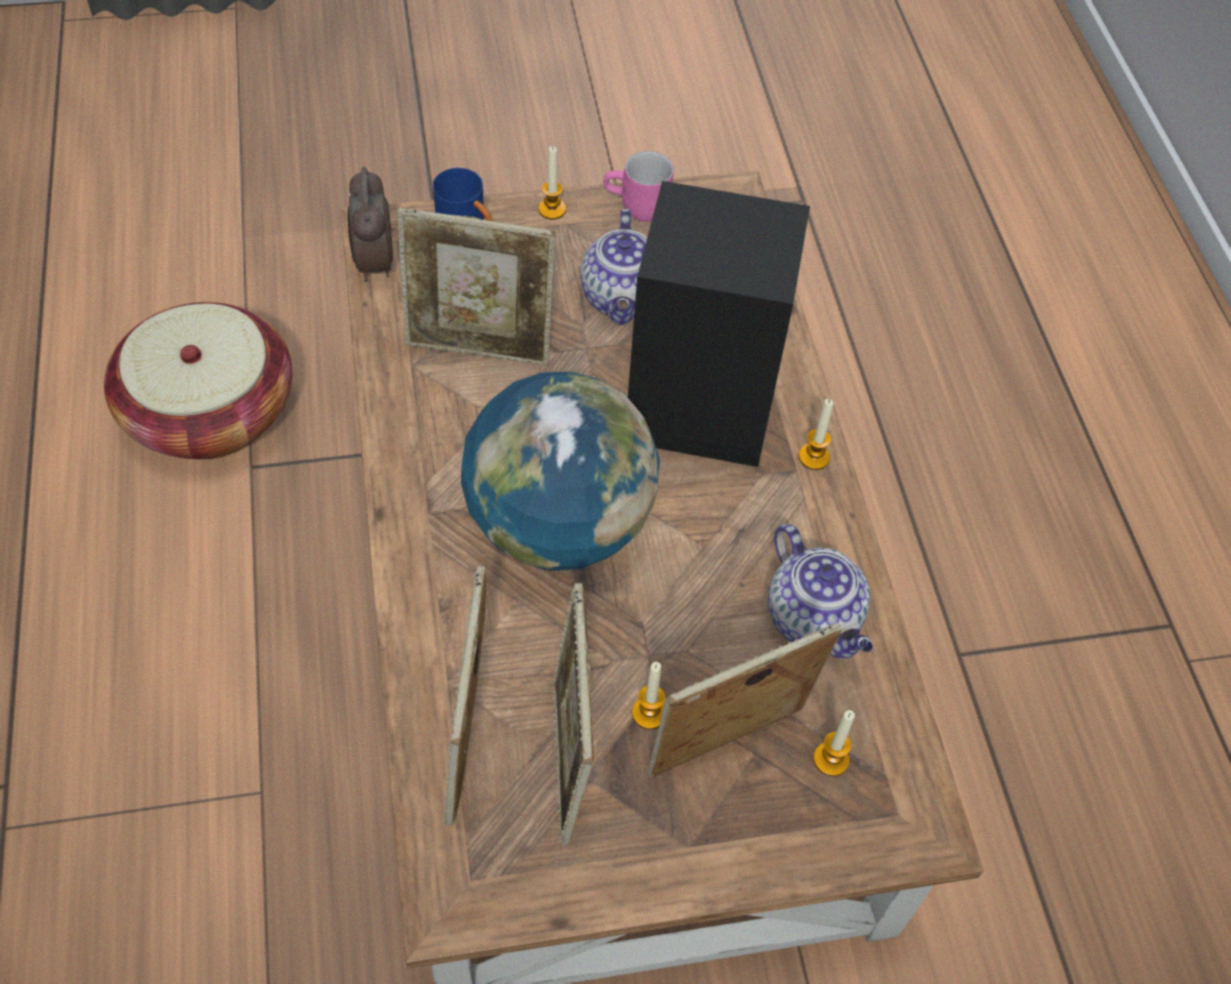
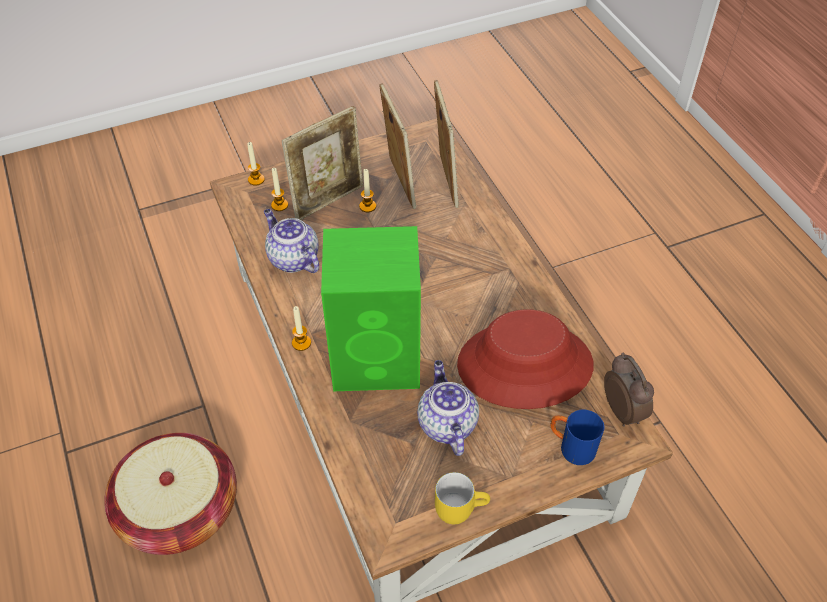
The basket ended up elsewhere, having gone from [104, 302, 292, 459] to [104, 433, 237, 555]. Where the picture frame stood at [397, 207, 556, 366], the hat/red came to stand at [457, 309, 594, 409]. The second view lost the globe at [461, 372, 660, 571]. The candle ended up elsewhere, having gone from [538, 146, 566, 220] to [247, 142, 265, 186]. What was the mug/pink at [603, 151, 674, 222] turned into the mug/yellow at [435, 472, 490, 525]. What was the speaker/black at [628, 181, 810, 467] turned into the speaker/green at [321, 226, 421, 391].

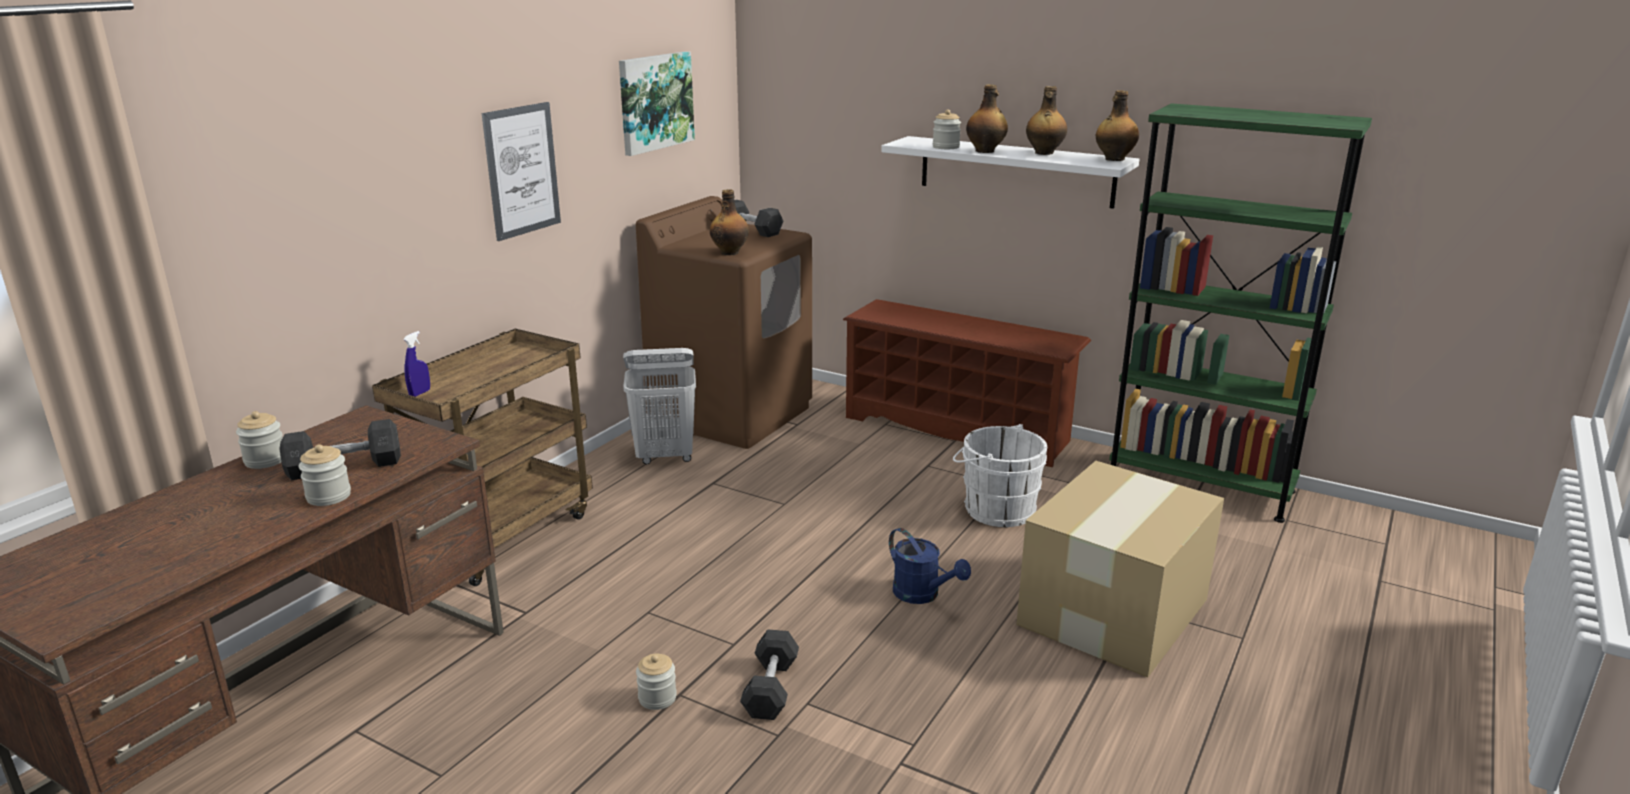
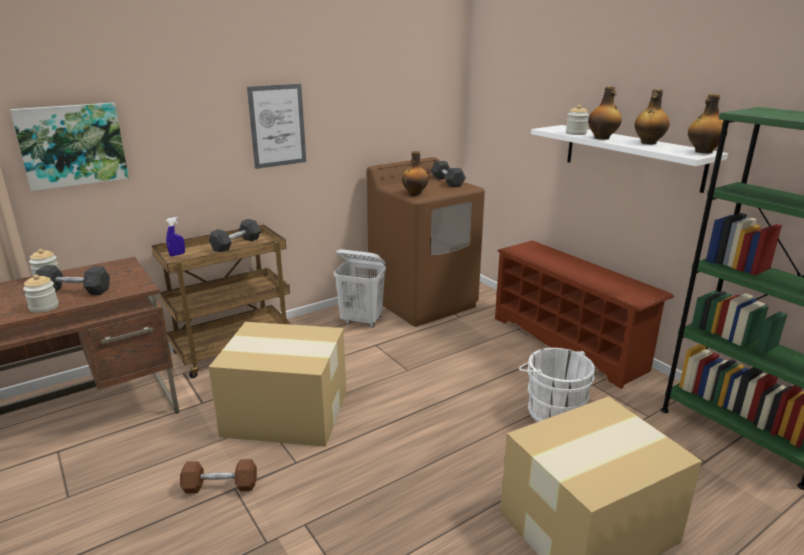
The picture ended up elsewhere, having gone from [619, 51, 695, 156] to [10, 103, 129, 191]. Where the jar stood at [636, 654, 677, 710], the dumbbell/brown came to stand at [180, 459, 257, 494]. The dumbbell/grey ended up elsewhere, having gone from [740, 629, 799, 720] to [209, 219, 261, 252]. The second view lost the watering can/blue at [889, 528, 971, 604]. The second view gained the cardboard box at [209, 322, 346, 447].

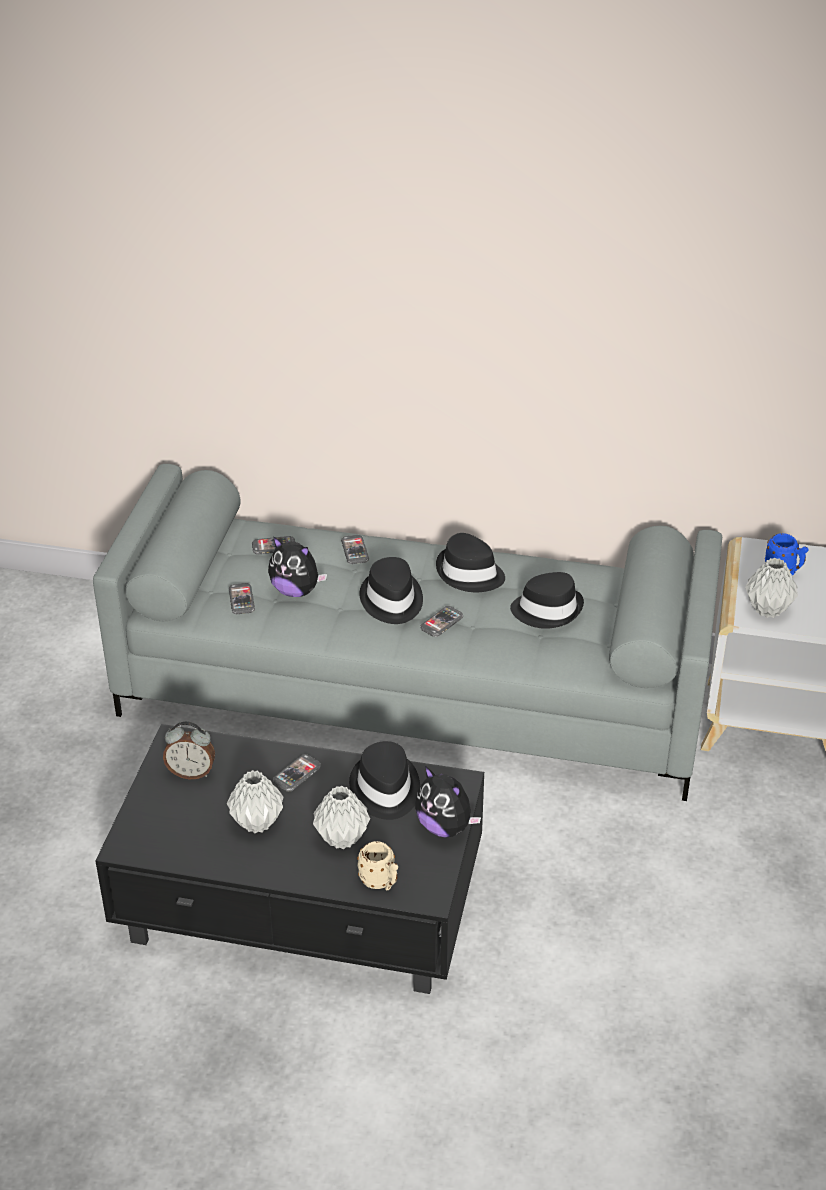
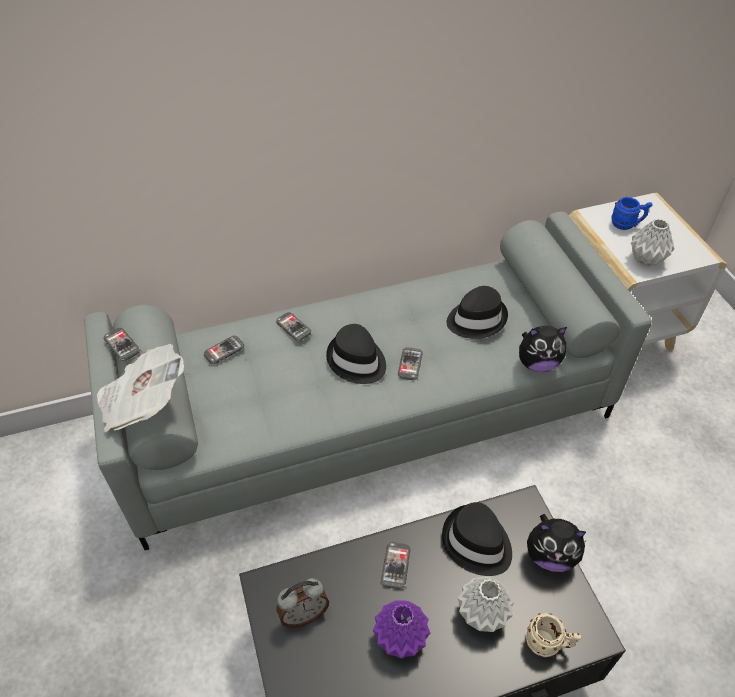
What was the vase/grey at [227, 770, 283, 833] turned into the vase/purple at [373, 600, 430, 658]. The phone ended up elsewhere, having gone from [229, 583, 255, 614] to [103, 328, 140, 361]. The plush toy ended up elsewhere, having gone from [268, 536, 327, 597] to [519, 325, 567, 372]. The second view lost the hat/black at [436, 533, 505, 592]. The second view gained the newspaper at [97, 344, 184, 432].

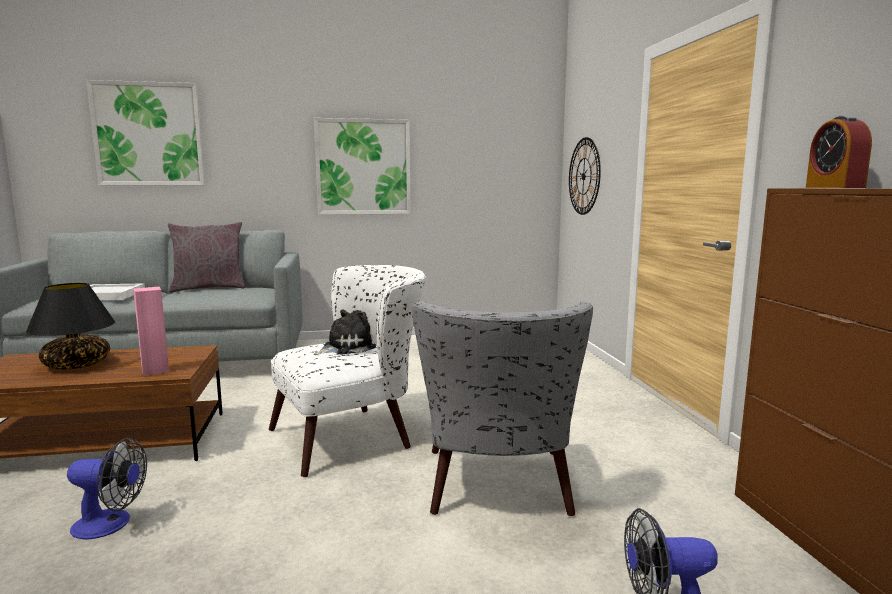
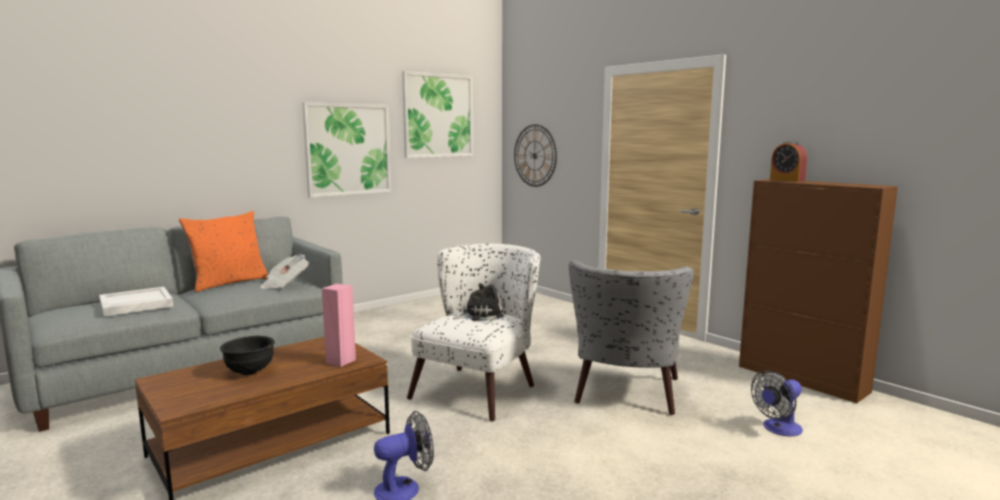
Where the table lamp/black stood at [26, 283, 115, 369], the bowl/black came to stand at [220, 336, 275, 375]. The picture ended up elsewhere, having gone from [86, 80, 205, 185] to [402, 71, 473, 158]. What was the pillow/grey at [168, 222, 245, 292] turned into the pillow/orange at [179, 211, 268, 292]. The plush toy at [314, 310, 376, 355] ended up facing another way, 45 degrees clockwise from before. The armchair/grey at [412, 301, 593, 516] ended up facing another way, 45 degrees clockwise from before. The second view gained the newspaper at [260, 255, 309, 289].

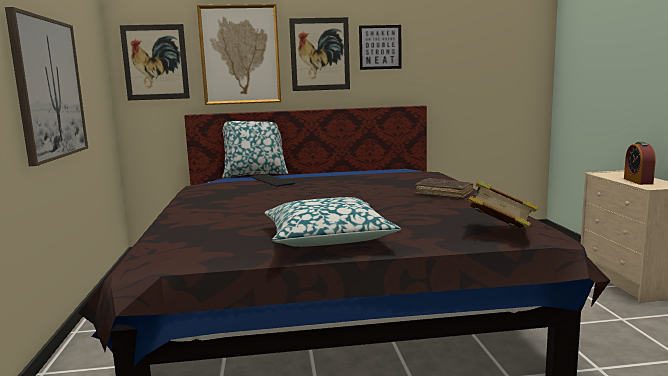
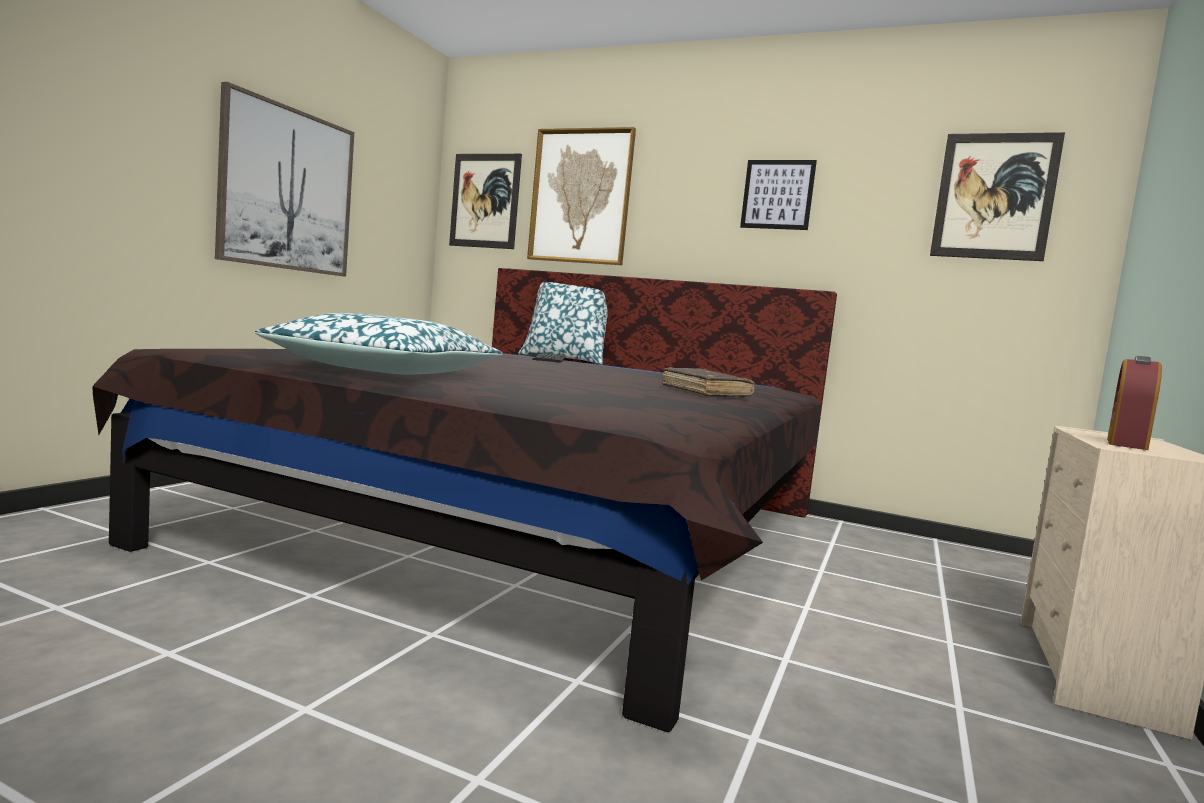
The picture ended up elsewhere, having gone from [289, 17, 350, 91] to [930, 132, 1065, 261]. The second view lost the book at [465, 180, 538, 229].

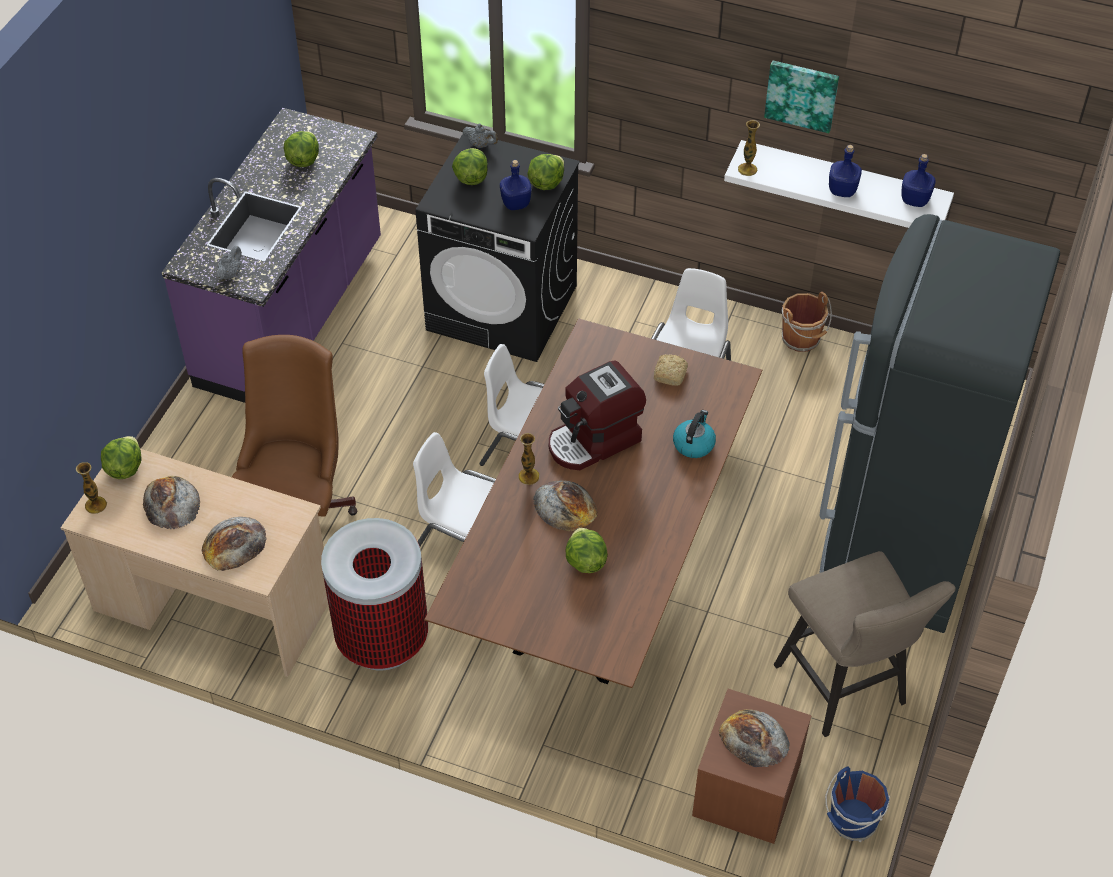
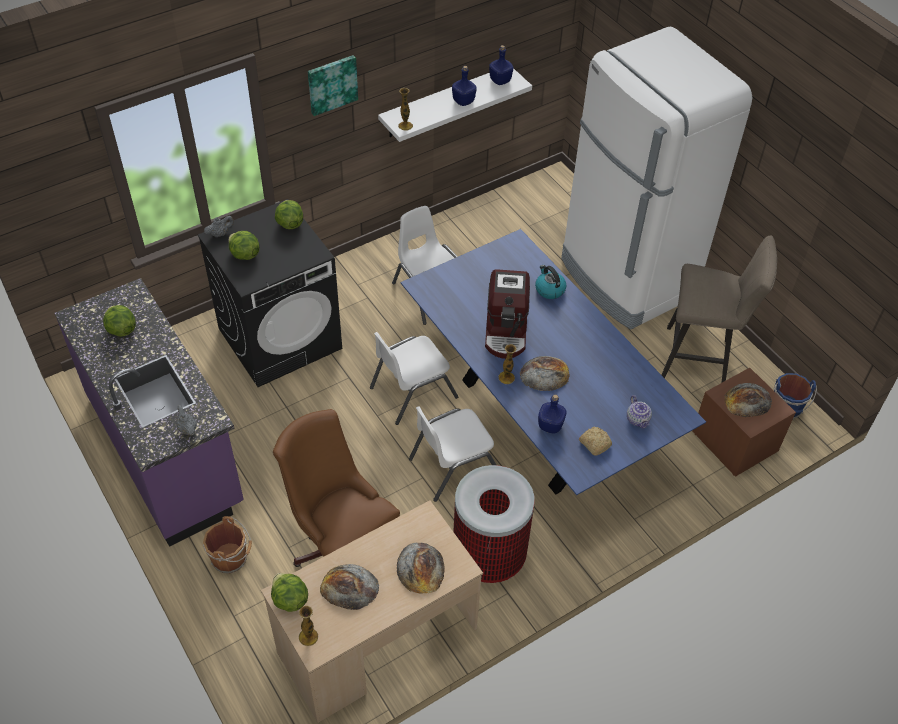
What was the dining table/brown at [424, 318, 762, 688] turned into the dining table/blue at [400, 229, 706, 495]. The bottle/blue ended up elsewhere, having gone from [500, 160, 532, 210] to [538, 394, 567, 434]. The second view lost the lettuce at [565, 527, 608, 573]. The bread ended up elsewhere, having gone from [654, 354, 688, 386] to [579, 427, 612, 456]. The picture ended up elsewhere, having gone from [764, 60, 839, 133] to [308, 55, 358, 116]. The bucket/brown ended up elsewhere, having gone from [782, 292, 832, 352] to [203, 516, 252, 574]. What was the fridge/black at [819, 214, 1060, 633] turned into the fridge/white at [561, 27, 752, 330]. The second view gained the teapot at [627, 395, 652, 429].

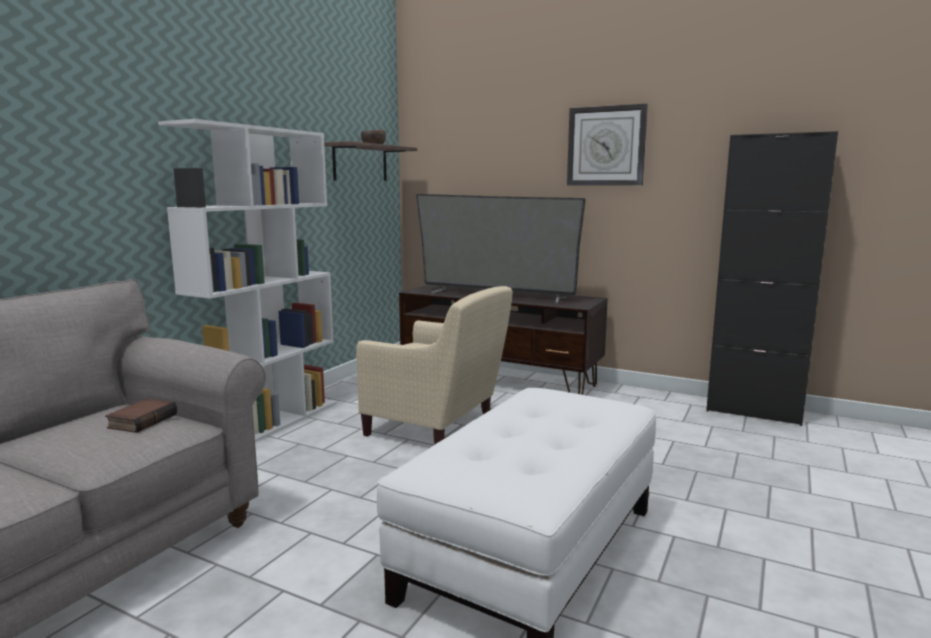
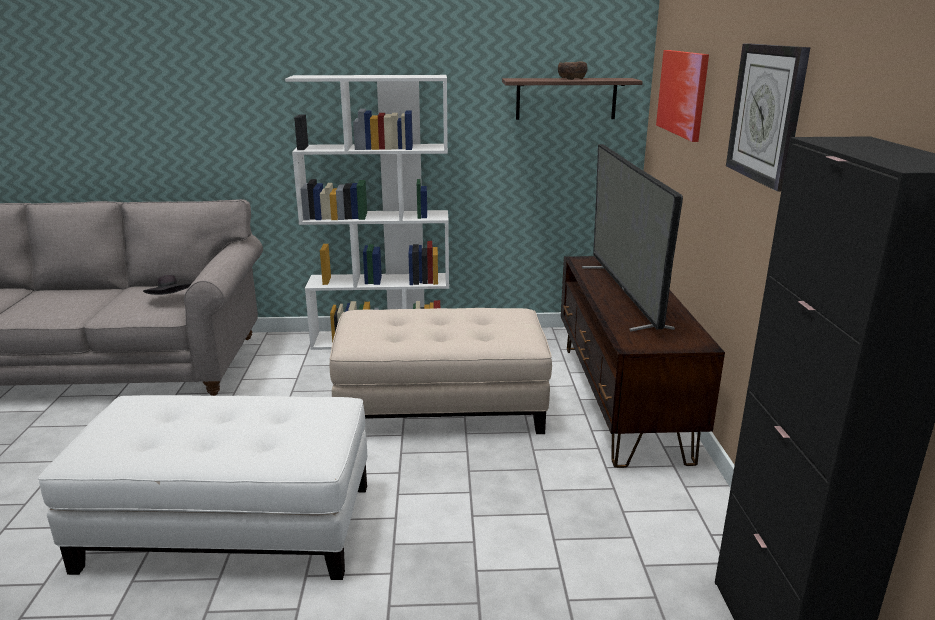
Where the book stood at [105, 399, 177, 433], the hat/black came to stand at [143, 275, 191, 295]. Where the armchair/beige stood at [356, 286, 513, 444], the ottoman/beige came to stand at [330, 308, 552, 434]. The second view gained the picture at [656, 50, 709, 142].

